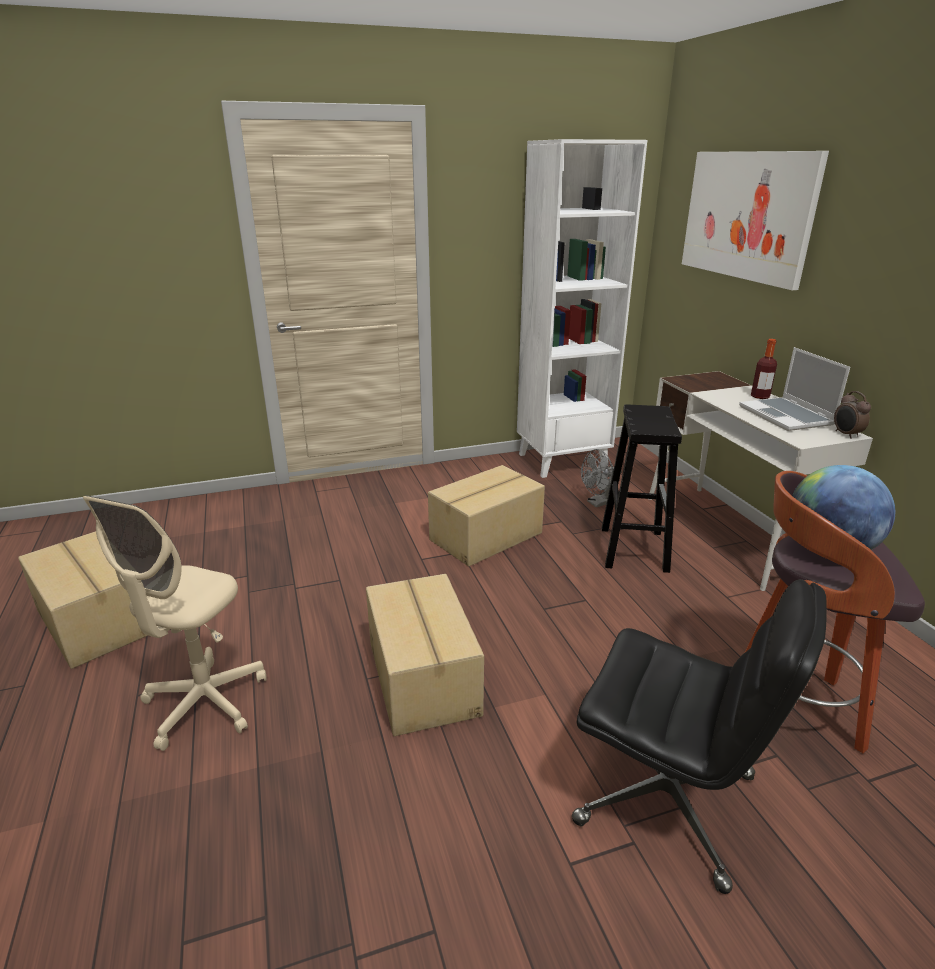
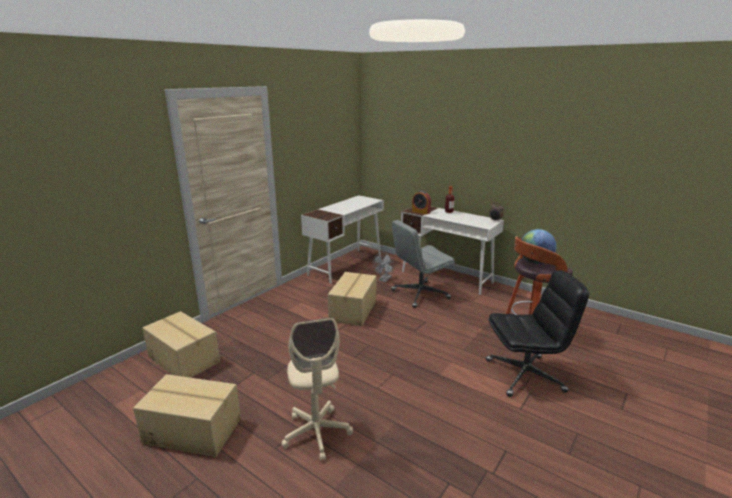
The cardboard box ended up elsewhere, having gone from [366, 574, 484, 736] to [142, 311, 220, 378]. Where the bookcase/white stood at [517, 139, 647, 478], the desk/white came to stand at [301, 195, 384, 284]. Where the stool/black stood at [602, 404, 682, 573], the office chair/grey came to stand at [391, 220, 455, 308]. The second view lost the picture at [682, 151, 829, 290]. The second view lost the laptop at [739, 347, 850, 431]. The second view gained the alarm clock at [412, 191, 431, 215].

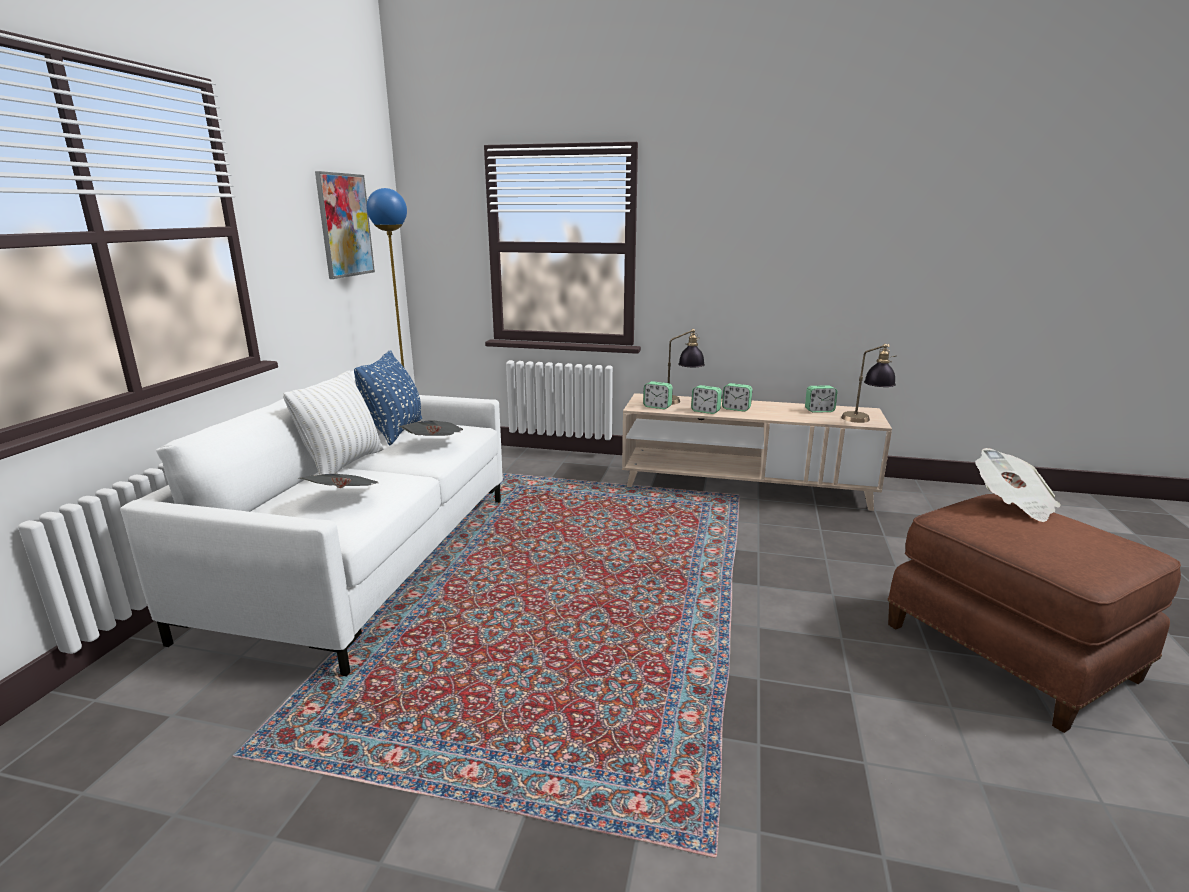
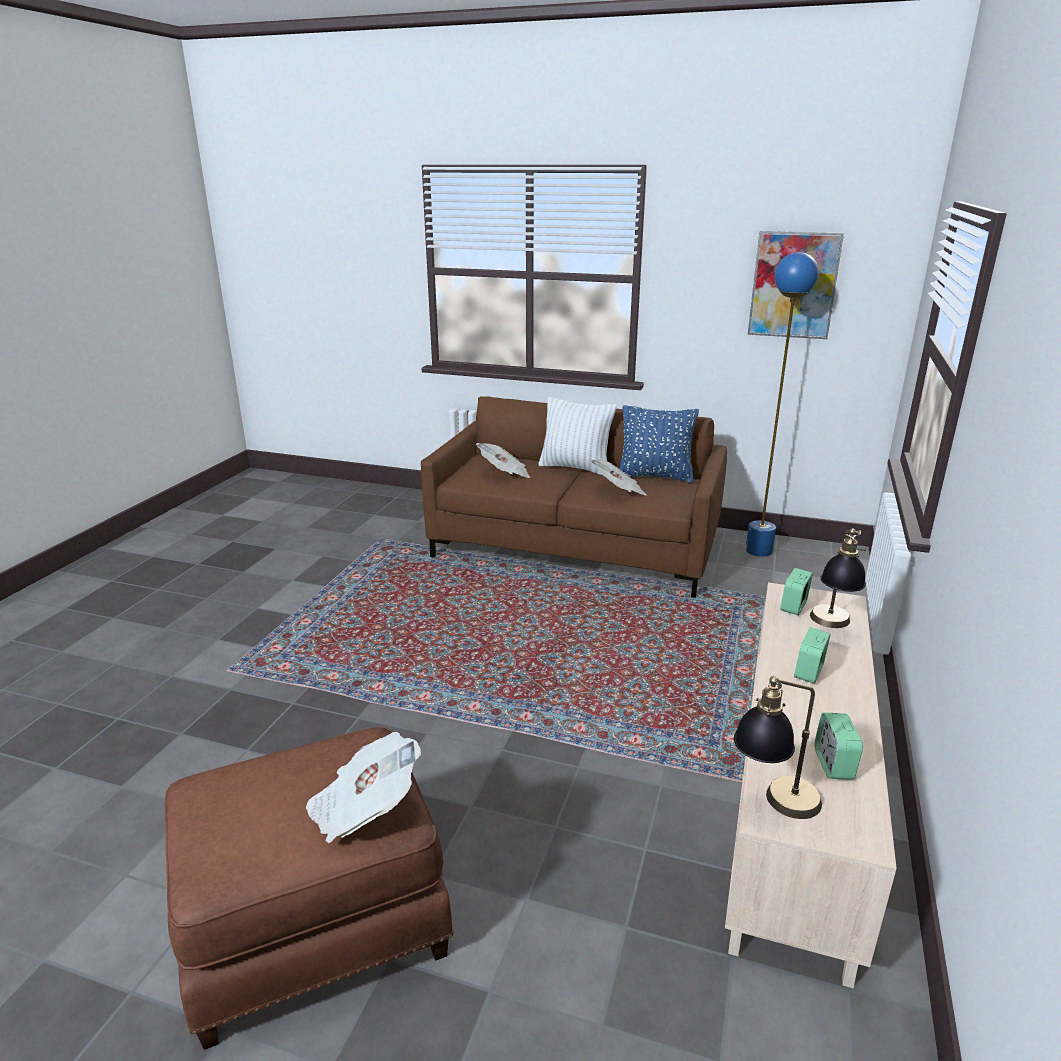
What was the sofa/white at [120, 362, 503, 676] turned into the sofa/brown at [421, 396, 727, 598]. The second view lost the alarm clock at [691, 385, 722, 414].

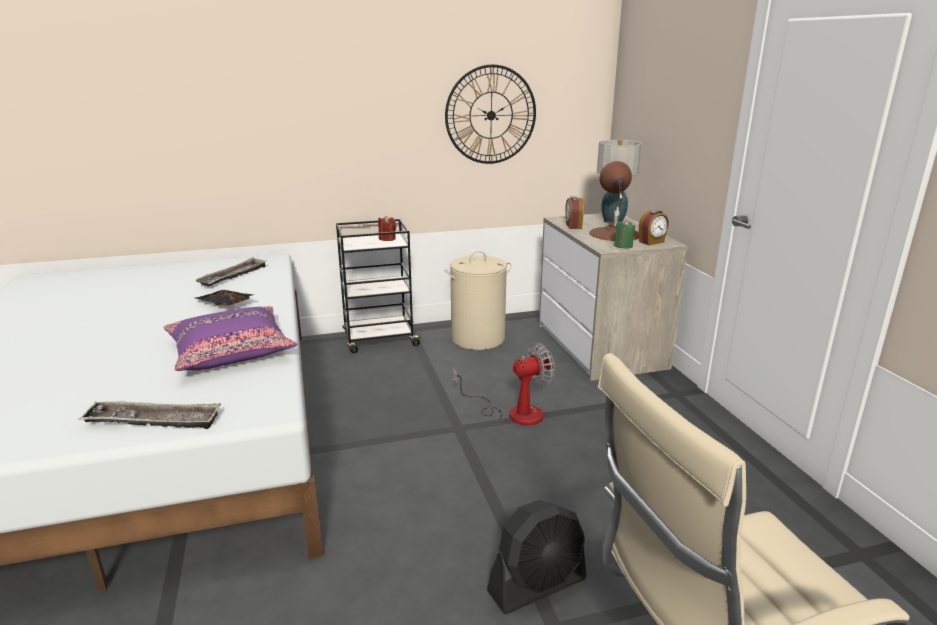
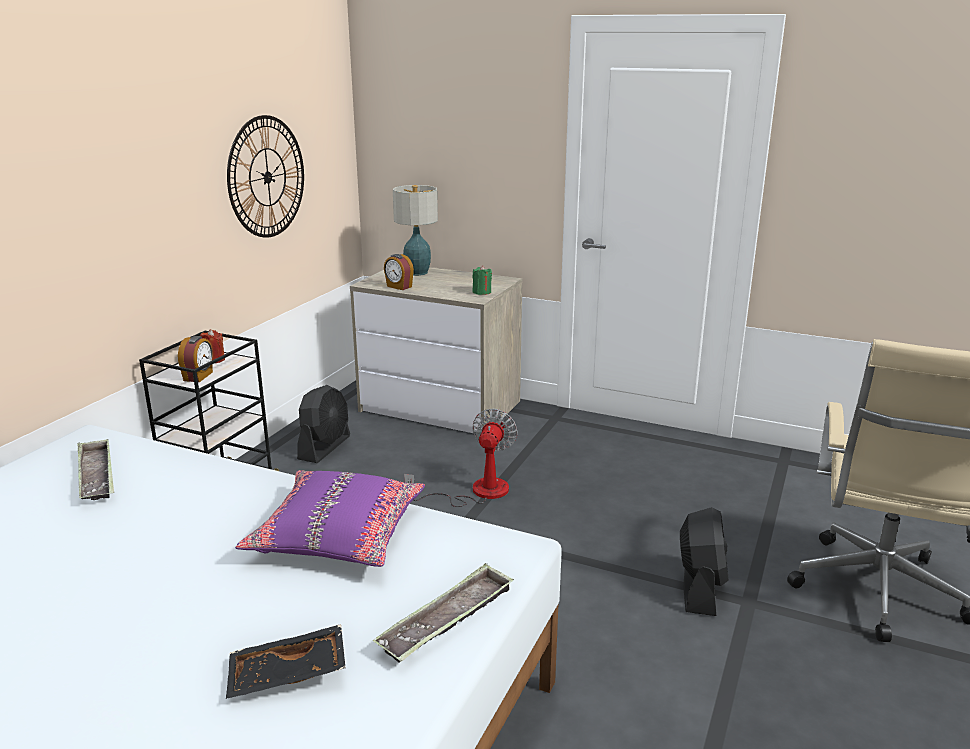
The tray/black ended up elsewhere, having gone from [195, 290, 254, 306] to [226, 624, 345, 699]. Where the laundry basket/beige stood at [444, 251, 512, 350], the fan/black came to stand at [297, 385, 350, 463]. The second view lost the table lamp/brown at [589, 161, 639, 241]. The alarm clock ended up elsewhere, having gone from [639, 210, 669, 245] to [178, 336, 213, 382].

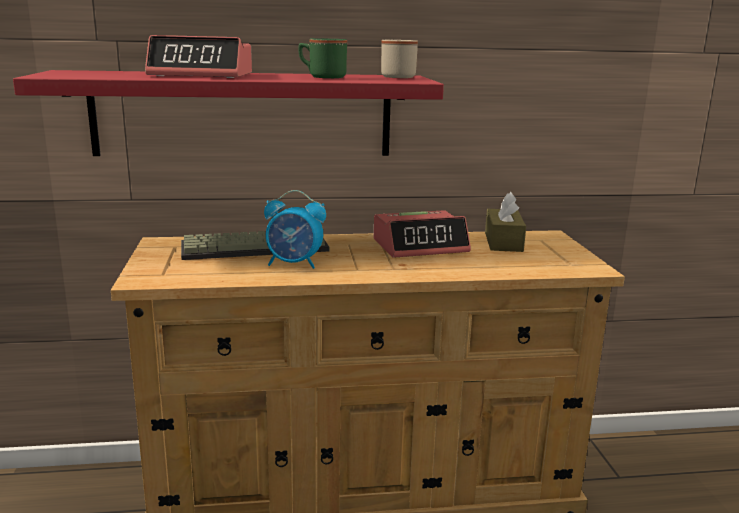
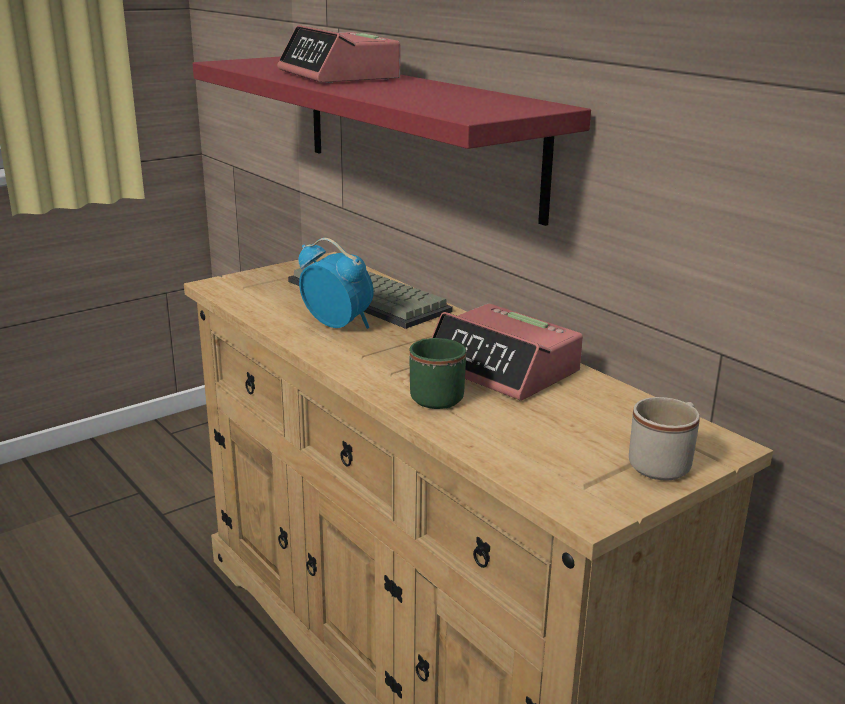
The alarm clock at [264, 190, 326, 269] ended up facing another way, 150 degrees clockwise from before. The mug/green ended up elsewhere, having gone from [298, 38, 347, 78] to [409, 338, 466, 409]. The mug/beige ended up elsewhere, having gone from [381, 40, 418, 78] to [629, 397, 700, 480]. The second view lost the tissue box/brown at [485, 192, 526, 252].

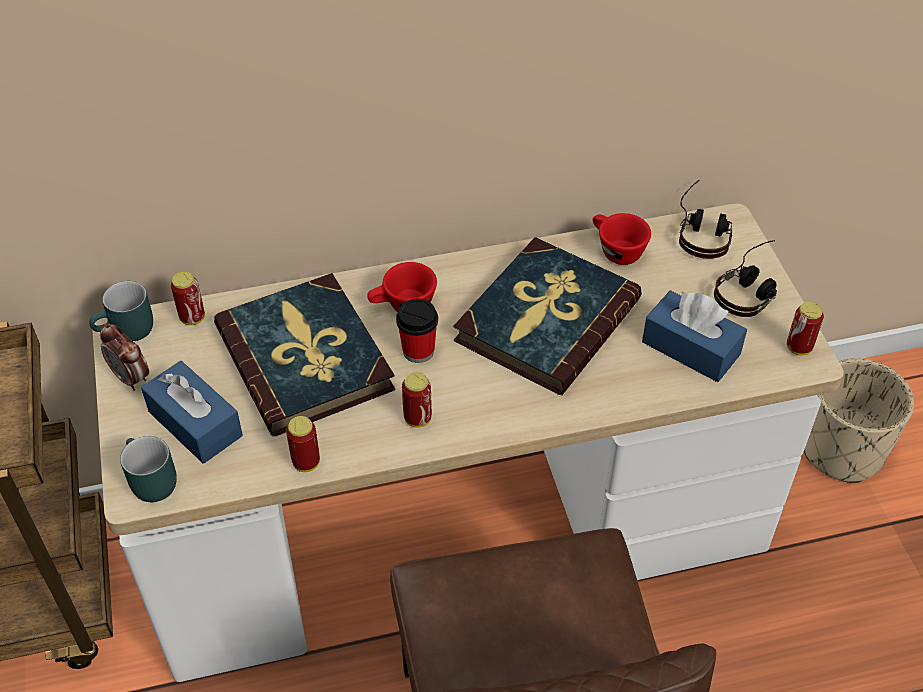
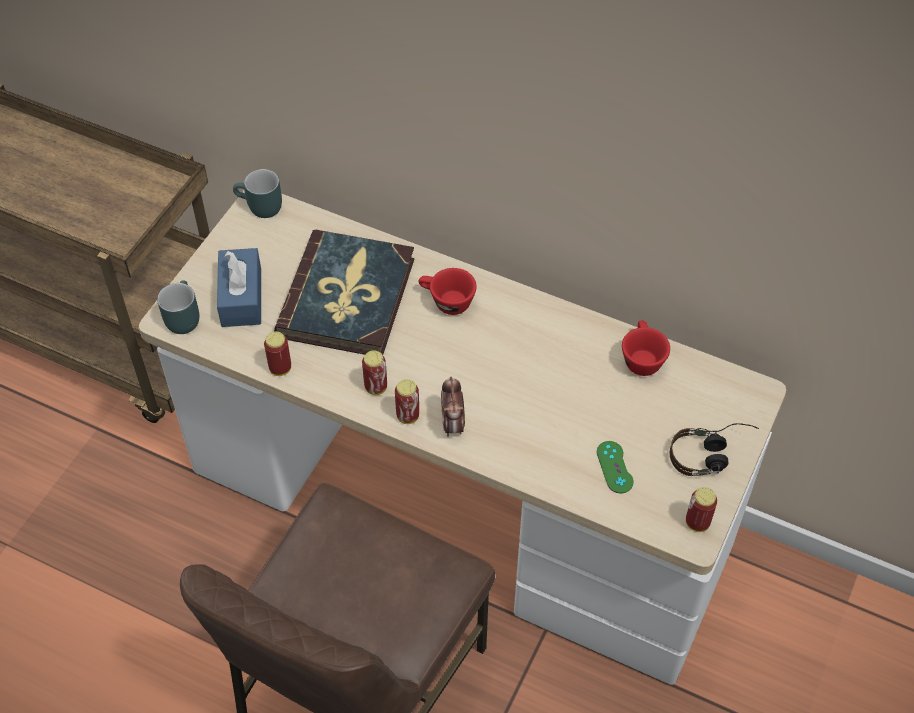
The alarm clock ended up elsewhere, having gone from [100, 323, 149, 391] to [441, 377, 465, 437]. The can ended up elsewhere, having gone from [171, 272, 205, 325] to [395, 379, 419, 424]. The second view lost the cup at [396, 299, 438, 363]. The second view lost the book at [454, 237, 642, 395]. Where the tissue box/blue stood at [642, 290, 747, 382], the game controller/green came to stand at [597, 441, 634, 494]. The second view lost the headphones at [679, 180, 732, 259]. The second view lost the planter/beige at [804, 358, 914, 483].

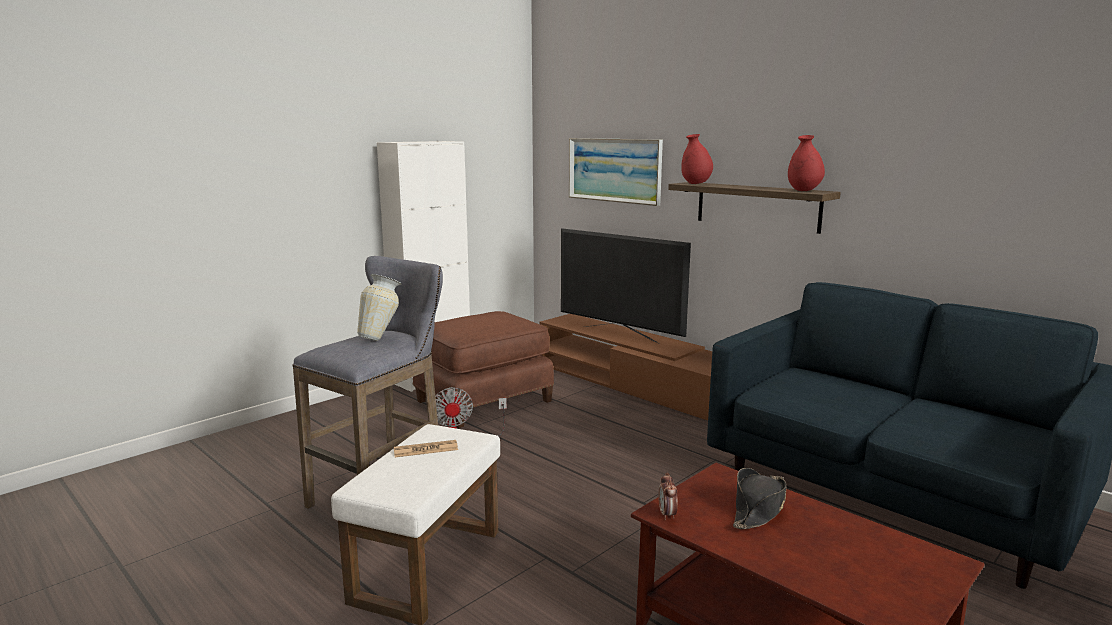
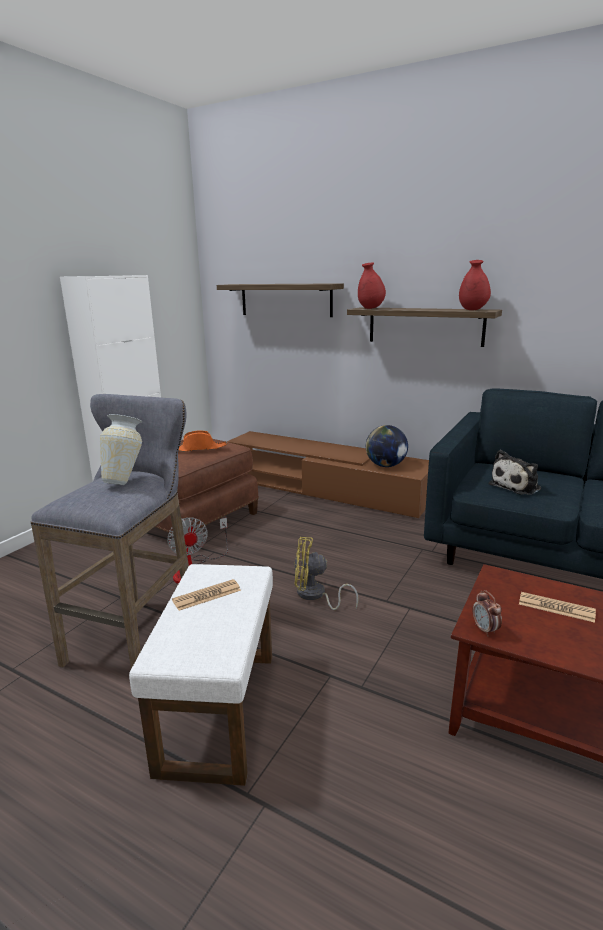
The second view lost the television at [561, 228, 691, 343]. Where the picture hung at [569, 138, 663, 206], the shelf came to hang at [217, 283, 344, 317]. Where the hat/black stood at [733, 468, 786, 529], the newspaper came to stand at [519, 592, 596, 623]. The second view gained the hat/orange at [178, 431, 227, 452]. The second view gained the fan/yellow at [294, 537, 359, 610]. The second view gained the globe at [366, 425, 408, 467]. The second view gained the plush toy at [489, 450, 541, 495].

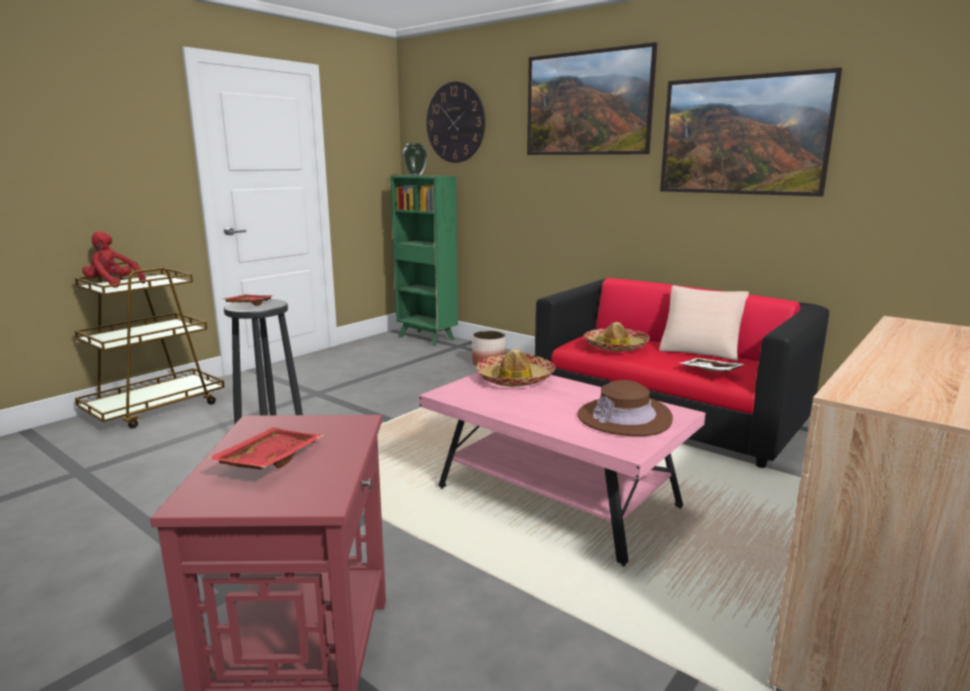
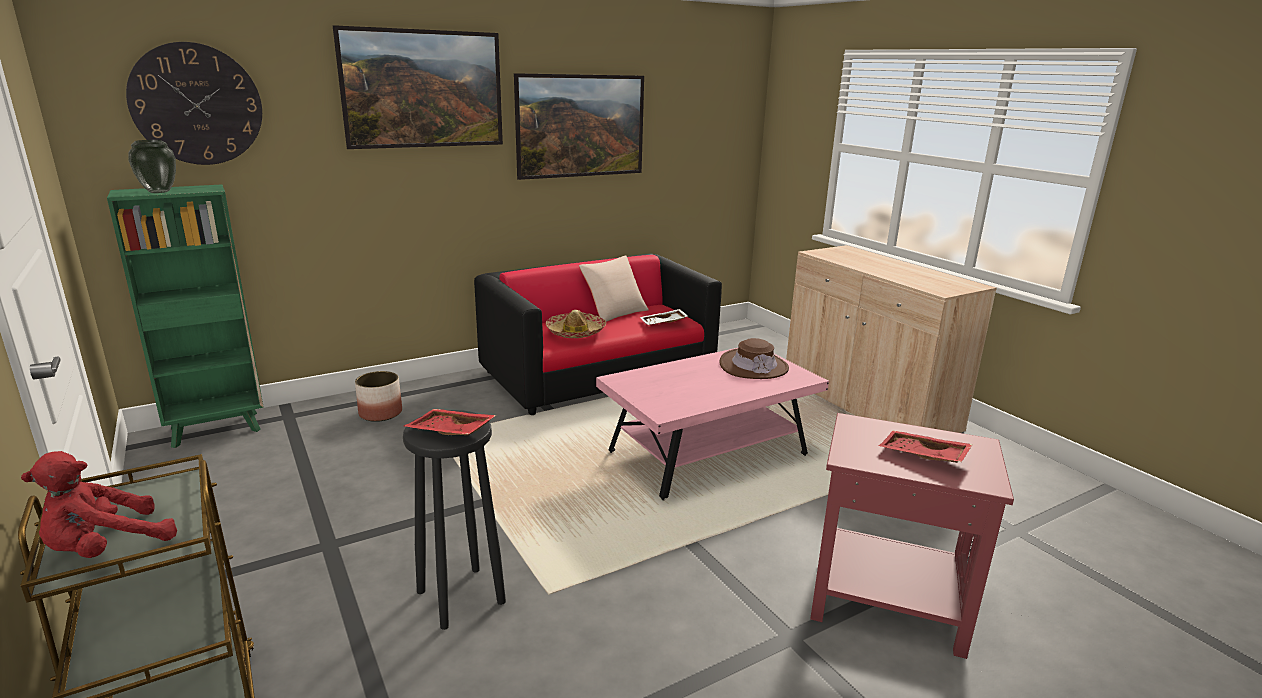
The second view lost the hat at [476, 349, 556, 387].

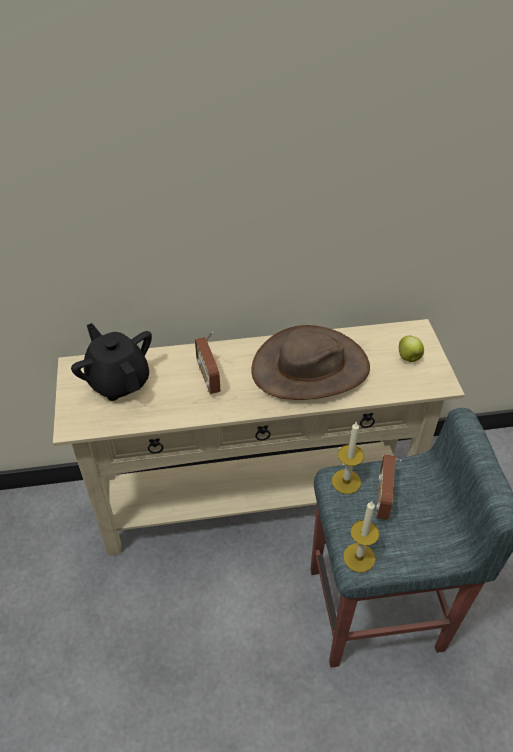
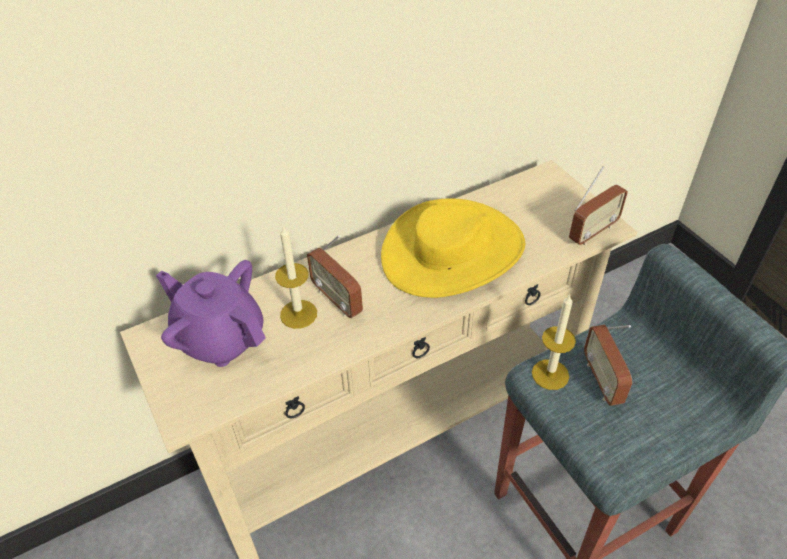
What was the teapot/black at [71, 323, 152, 401] turned into the teapot/purple at [156, 260, 266, 367]. What was the hat/brown at [251, 325, 370, 400] turned into the hat/yellow at [381, 198, 525, 298]. The candle ended up elsewhere, having gone from [343, 501, 379, 572] to [275, 226, 317, 329]. The second view lost the apple at [399, 336, 424, 362]. The second view gained the radio at [569, 166, 628, 245].

